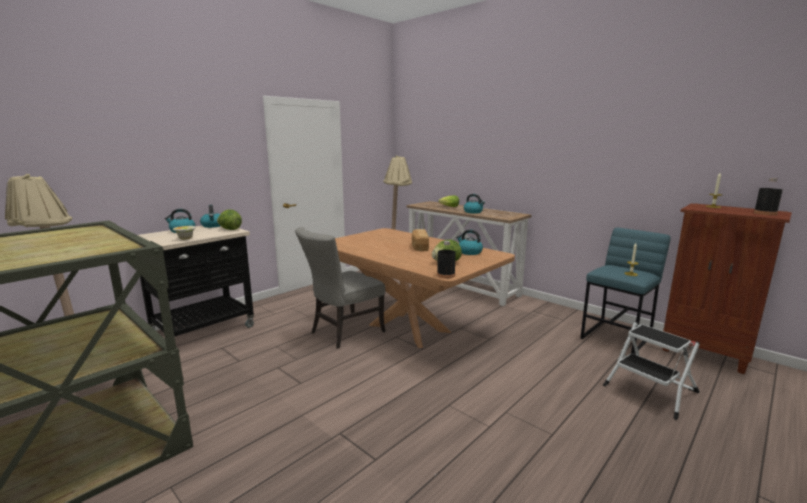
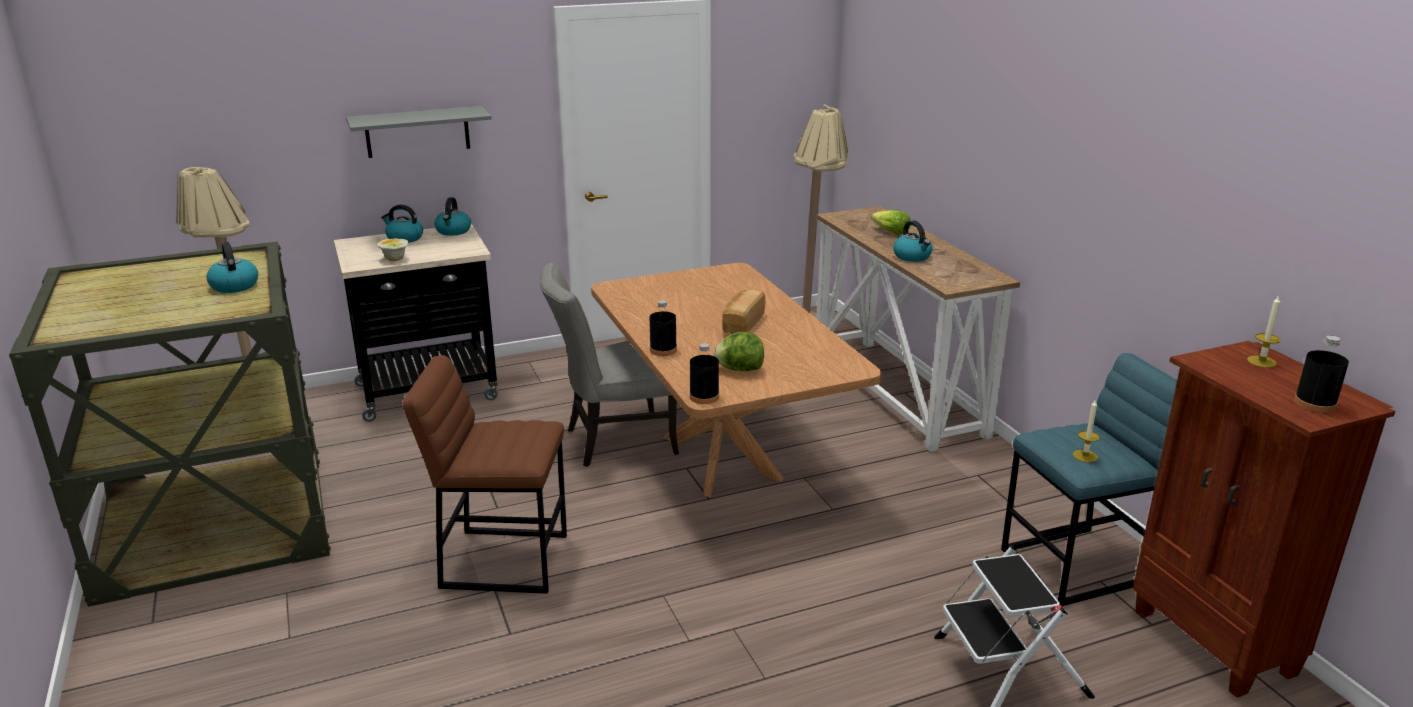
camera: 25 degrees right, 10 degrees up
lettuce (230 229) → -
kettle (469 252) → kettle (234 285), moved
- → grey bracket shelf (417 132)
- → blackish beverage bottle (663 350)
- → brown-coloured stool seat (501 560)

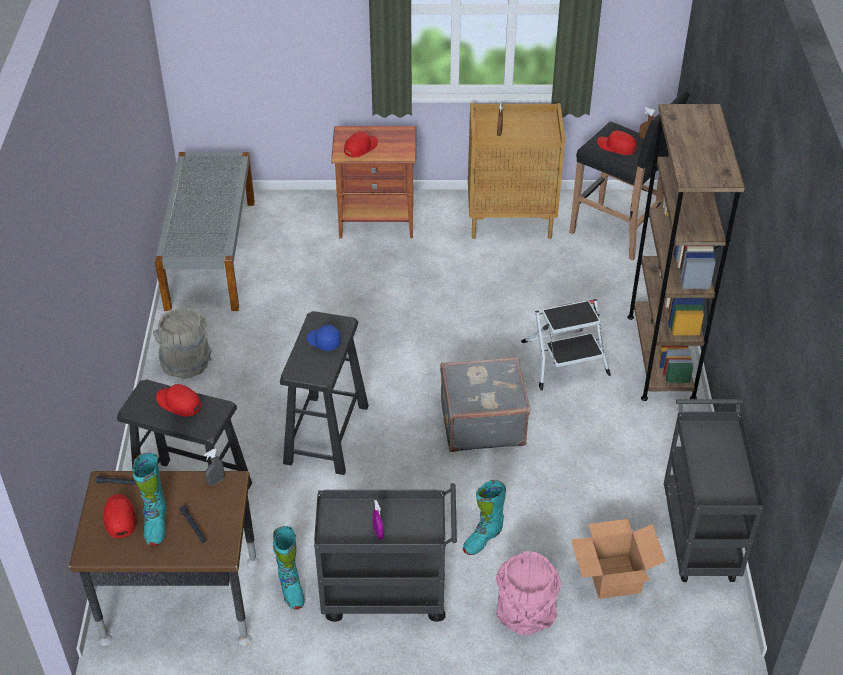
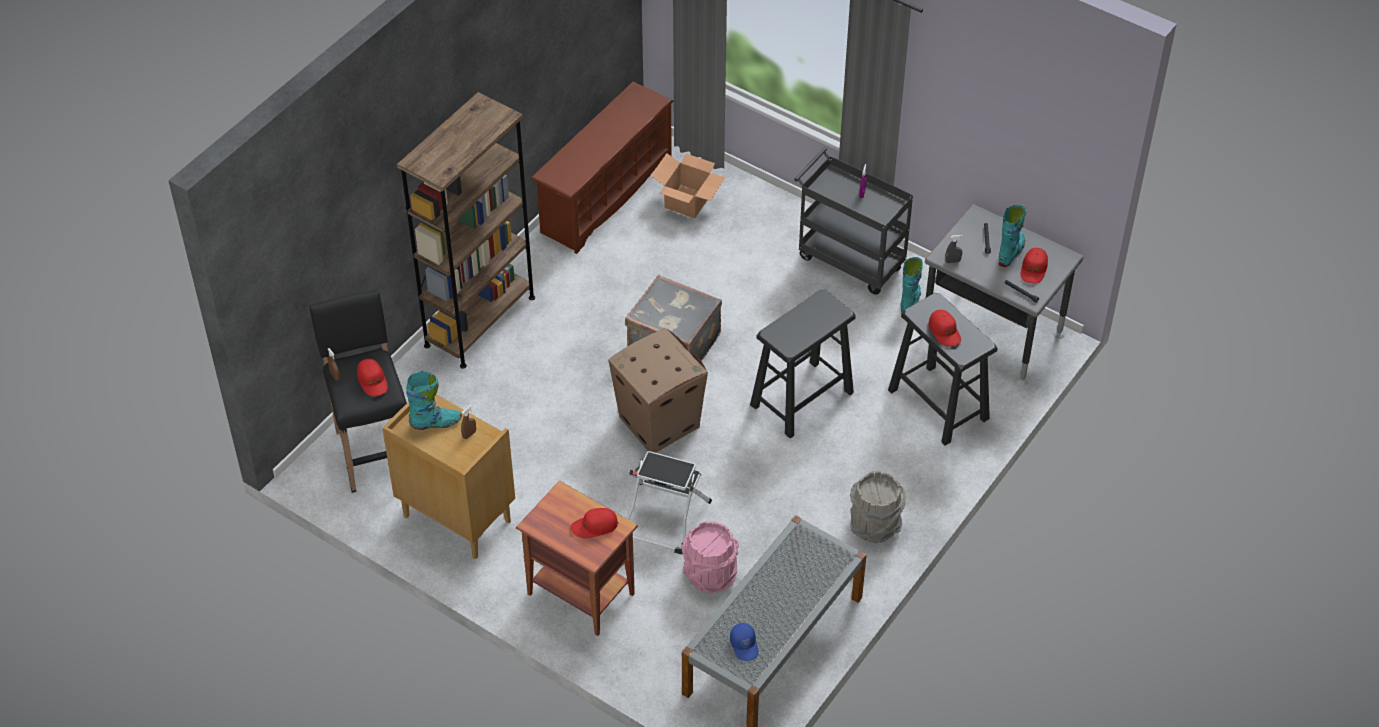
camera: 145 degrees left, 5 degrees up
step ladder (563 359) → step ladder (664 516), moved
blue cap (323 341) → blue cap (745 645), moved
grey trolley (698 536) → brown-coloured shoe stand (605 195)
brown-coloured desk unit (180 601) → grey desk unit (992 333)
turquoise-coloured boot (482 539) → turquoise-coloured boot (436 423), moved
pink-coloured bucket (525 614) → pink-coloured bucket (710 575), moved
- → cardboard box (658 421)

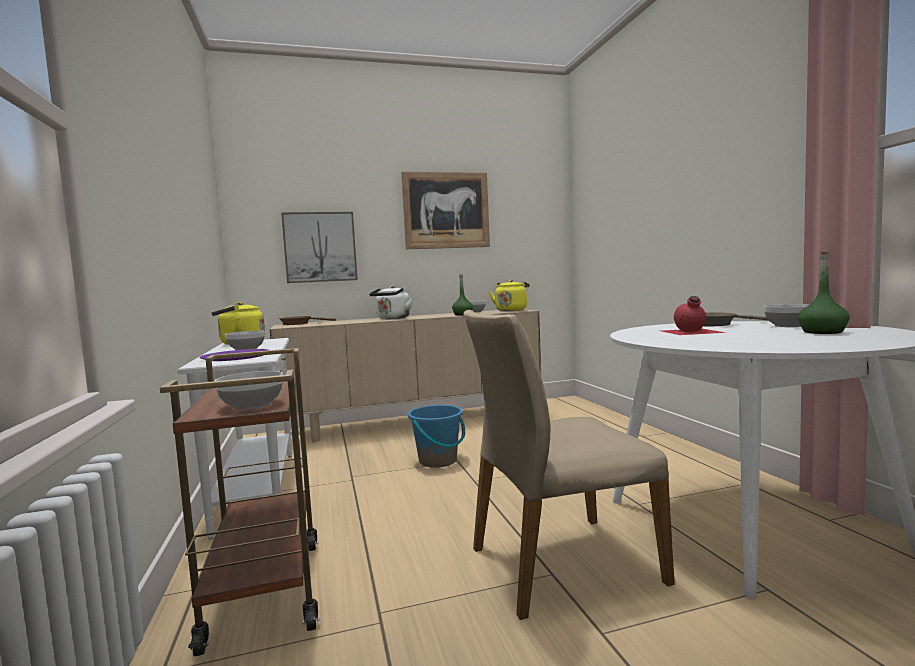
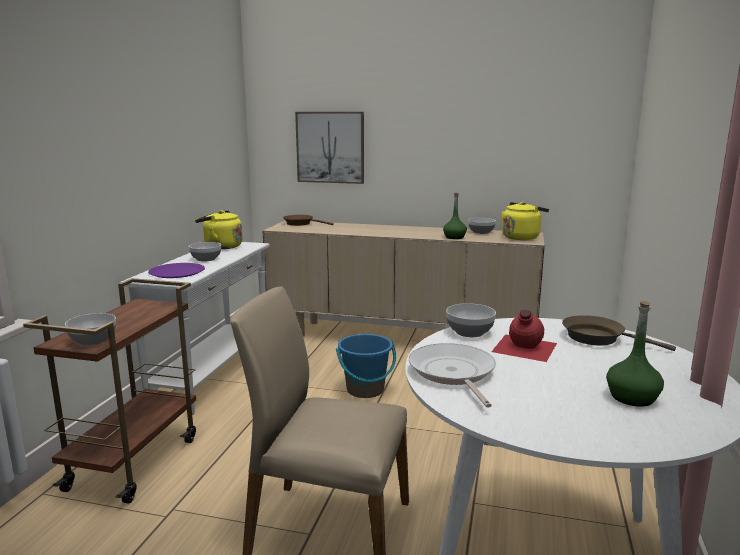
camera: 30 degrees right, 10 degrees up
wall art (446 210) → -
white kettle (392 318) → -
bowl (789 326) → bowl (469 332), moved
- → skillet (453 373)

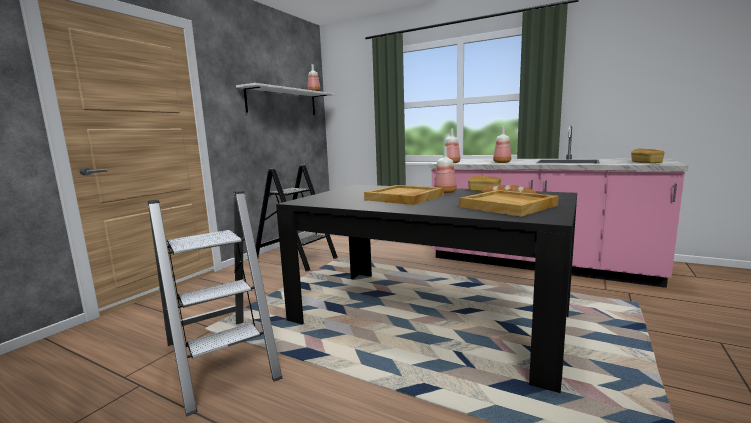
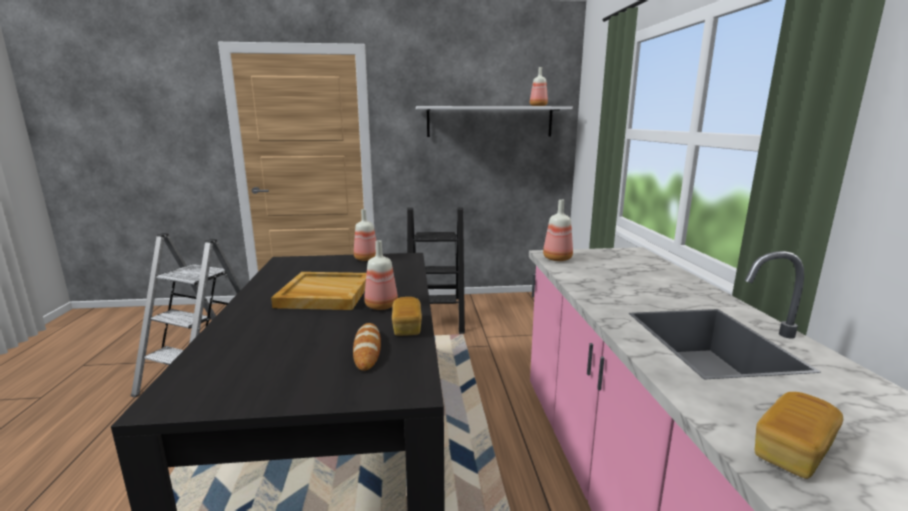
camera: 55 degrees right, 5 degrees up
beverage bottle (501 162) → beverage bottle (366 258), moved
sand-coloured serving tray (508 206) → -

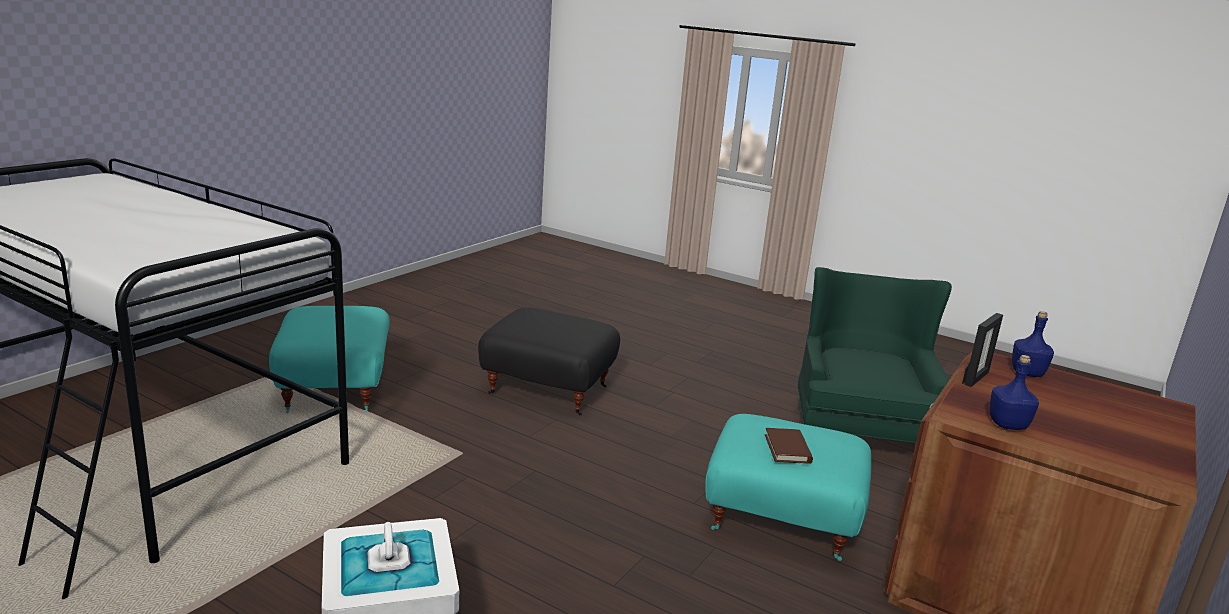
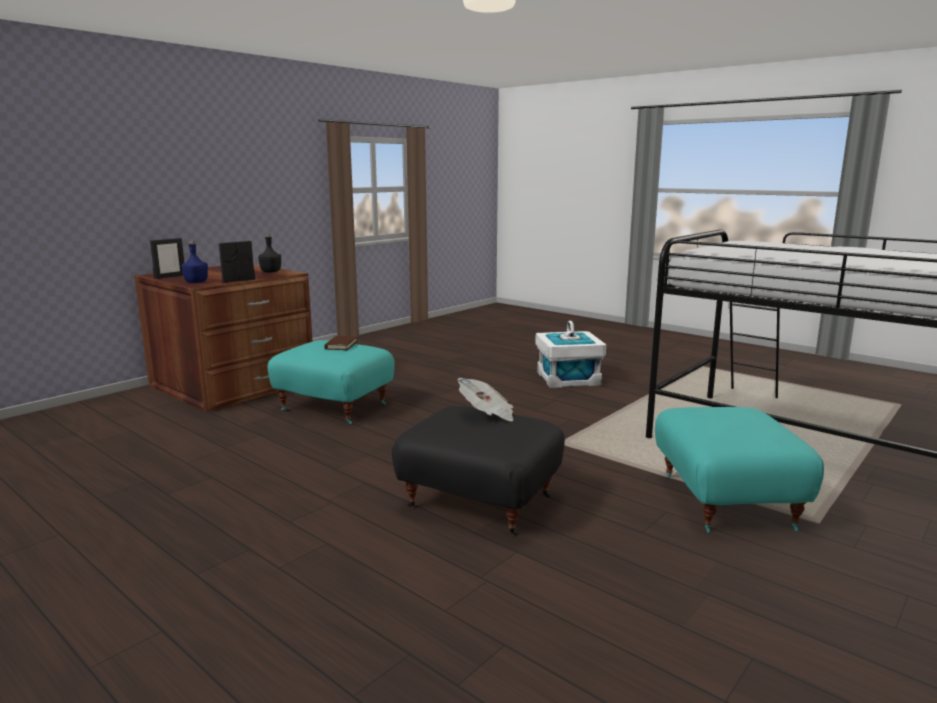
camera: 170 degrees left, 5 degrees down
green-coloured lounge chair (858 429) → -
blue beverage bottle (1008 425) → blackish beverage bottle (270 272)
- → picture frame (170 276)
- → printed paper (487 414)

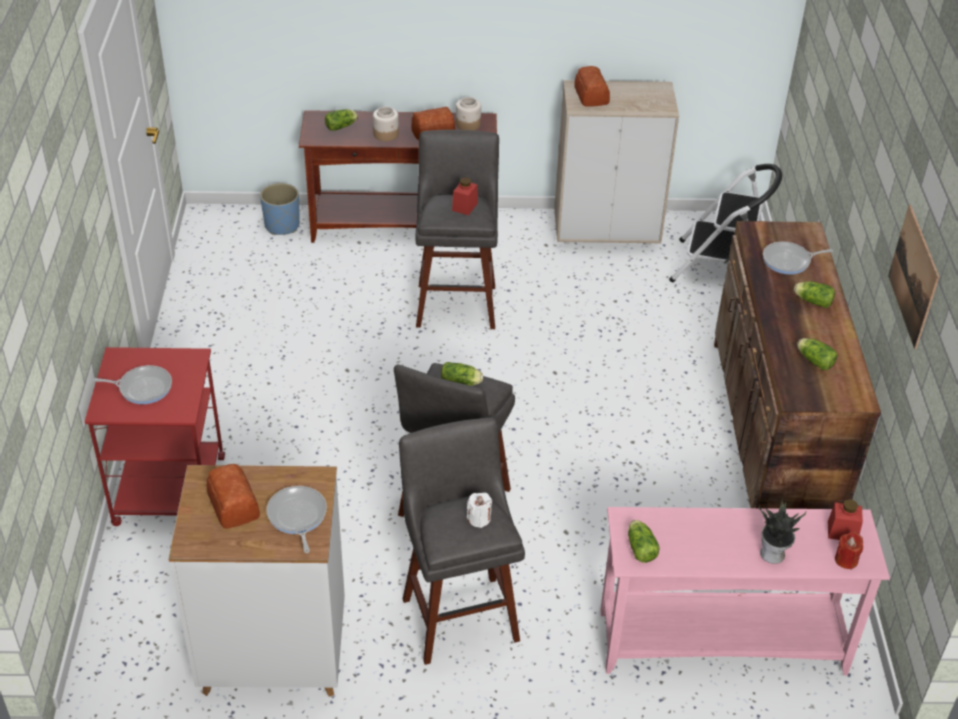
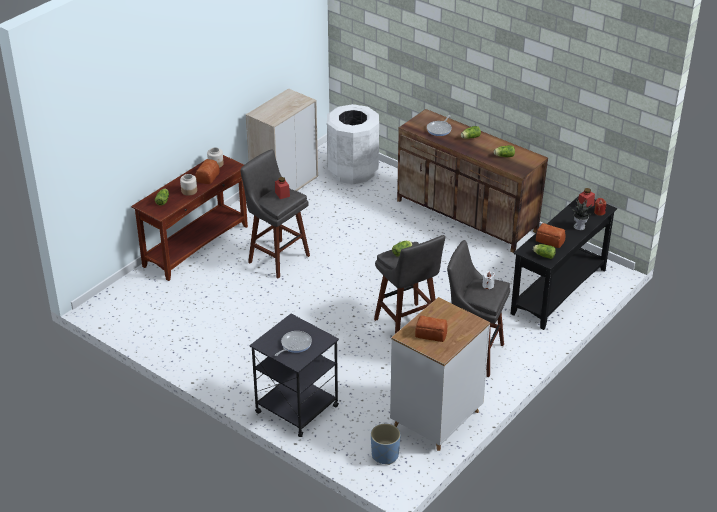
camera: 50 degrees left, 5 degrees down
bread (590 96) → bread (550 241), moved
step ladder (722 269) → white trash can (353 171)
blue flower pot (282 225) → blue flower pot (384 455), moved
wall art (913 276) → -
red-coloured trolley (169 488) → blackish trolley (296 408)
skillet (297 517) → -
pink-coloured console table (720 642) → blackish console table (559 292)

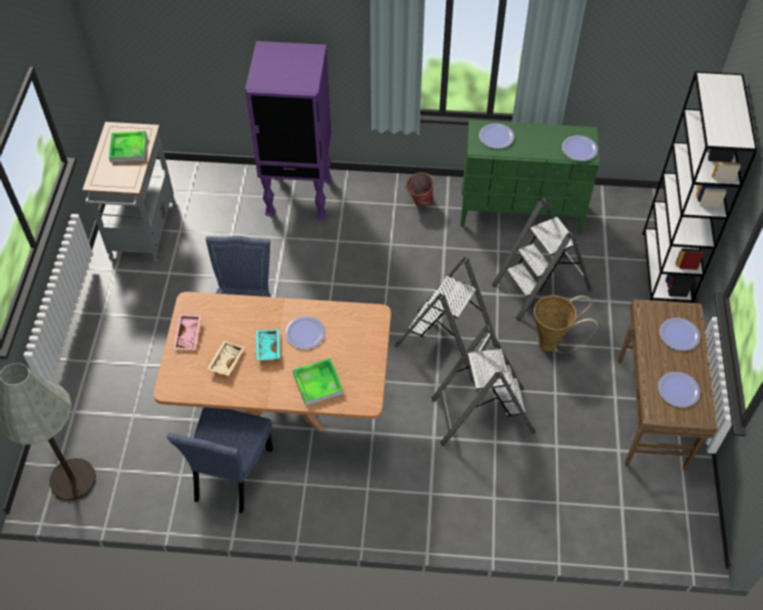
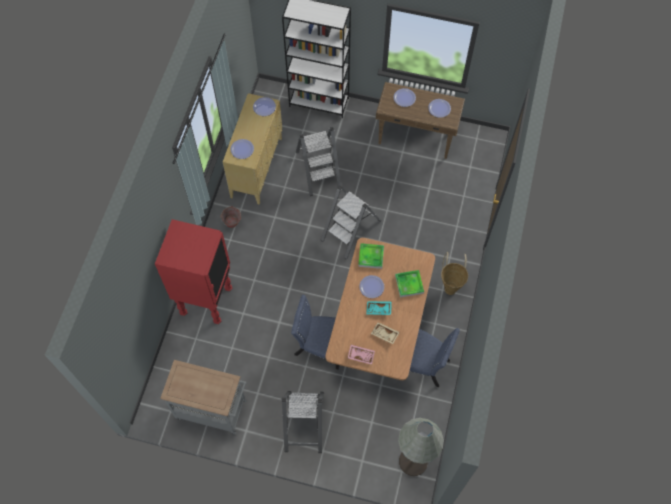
camera: 80 degrees left, 10 degrees up
purple cupboard (299 196) → red-coloured cupboard (207 299)
green-coloured drawer chest (521 214) → sand-coloured drawer chest (258 167)
serving tray (128 149) → serving tray (371 257), moved
household basket (552 344) → household basket (450 286), moved
grey step ladder (481 414) → grey step ladder (304 422), moved

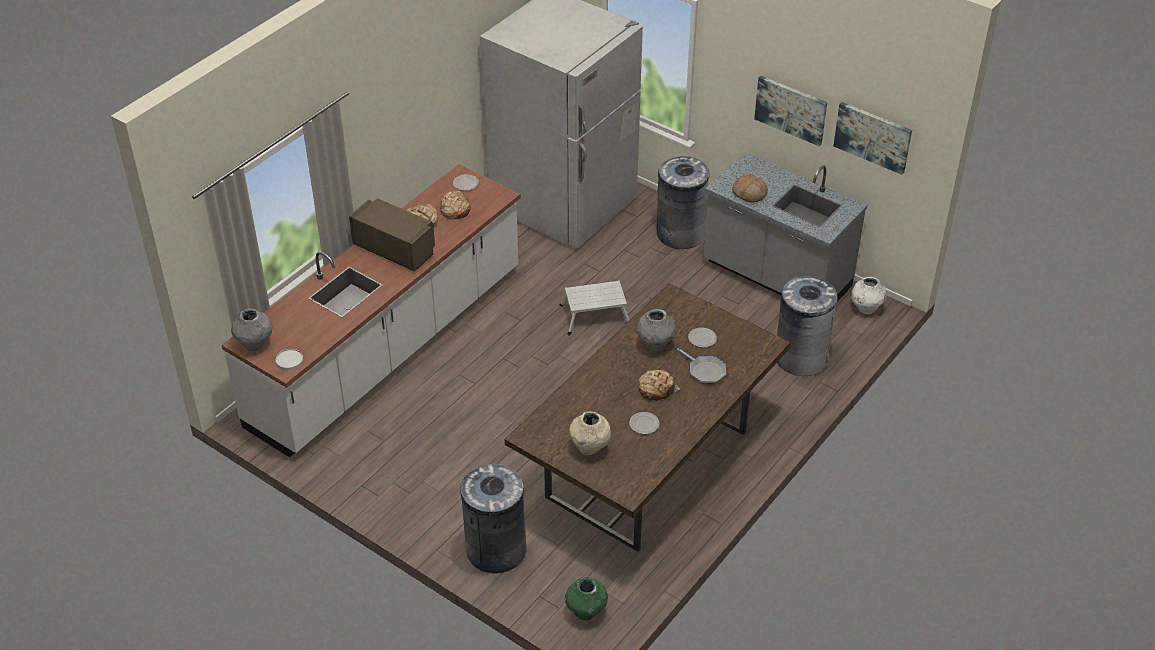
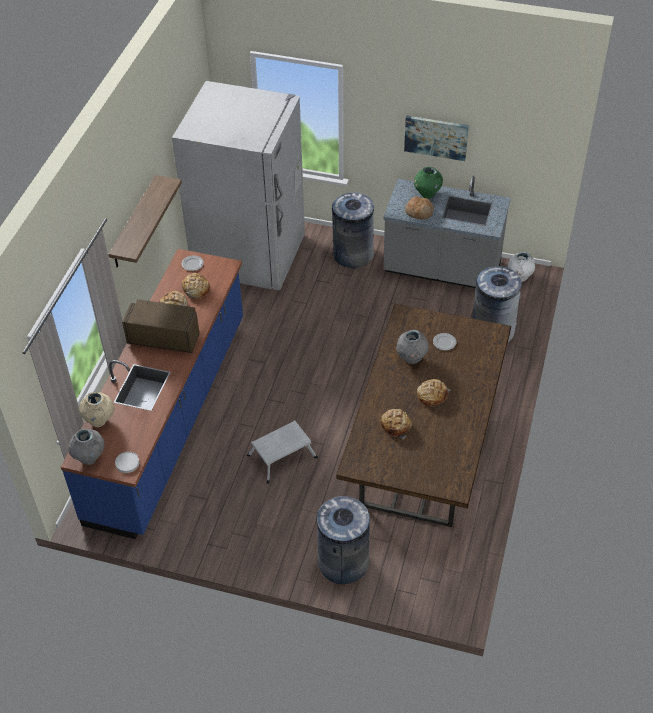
camera: 20 degrees left, 5 degrees up
wall art (873 137) → -
white kitchen base unit (388 347) → blue kitchen base unit (170 418)
white step ladder (595 315) → white step ladder (282 456), moved
skillet (705 371) → -
sand-coloured flower vase (589 448) → sand-coloured flower vase (99 420), moved
flat dish (644 424) → -
green-coloured flower vase (586 612) → green-coloured flower vase (427 194), moved
- → bracket shelf (134 223)
- → bread (396 426)

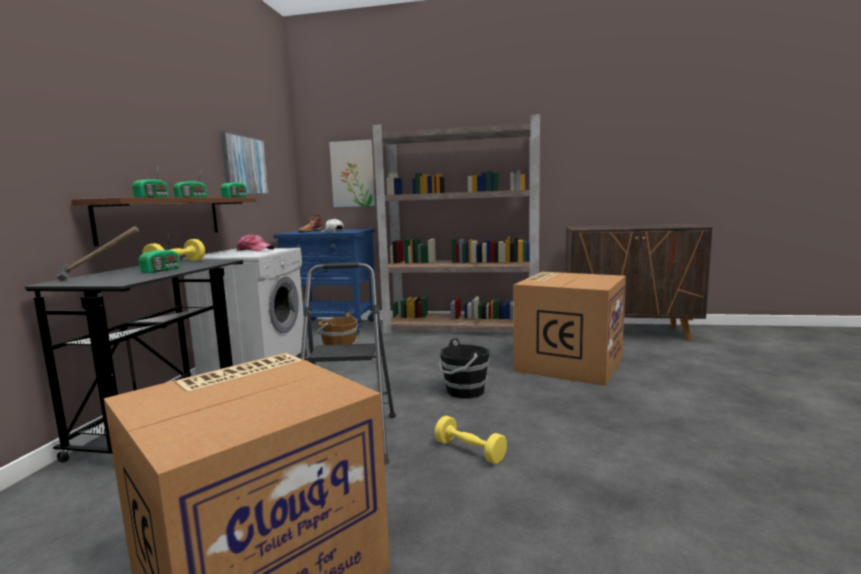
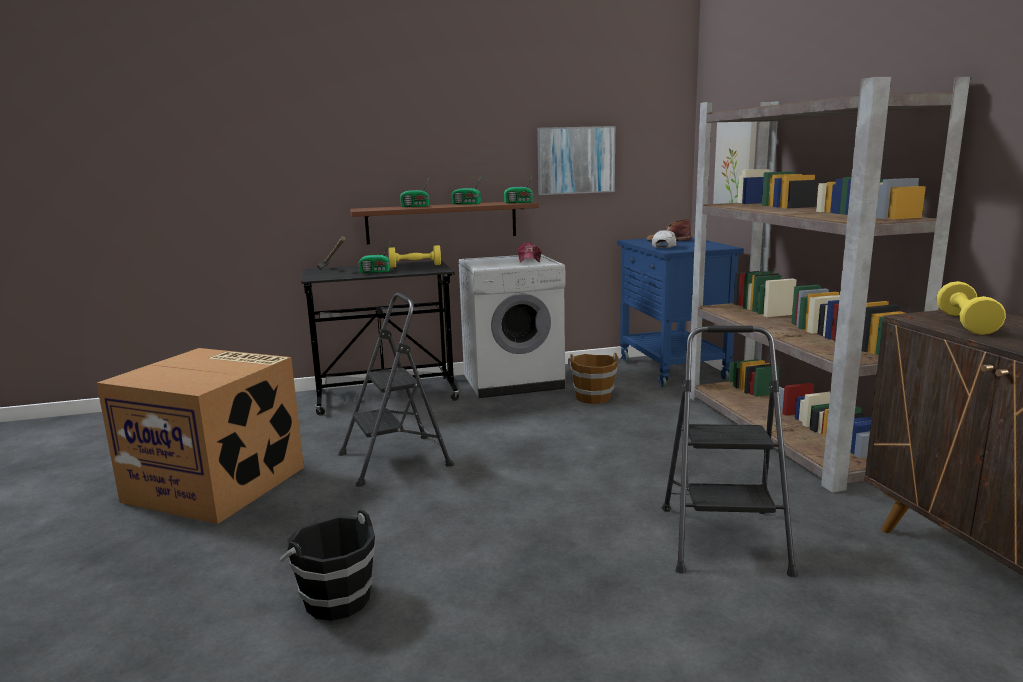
camera: 65 degrees right, 5 degrees up
cardboard box (568 363) → blackish step ladder (723 536)
blackish bucket (464 391) → blackish bucket (335 599), moved
yellow hand weight (469 451) → yellow hand weight (966 324), moved

